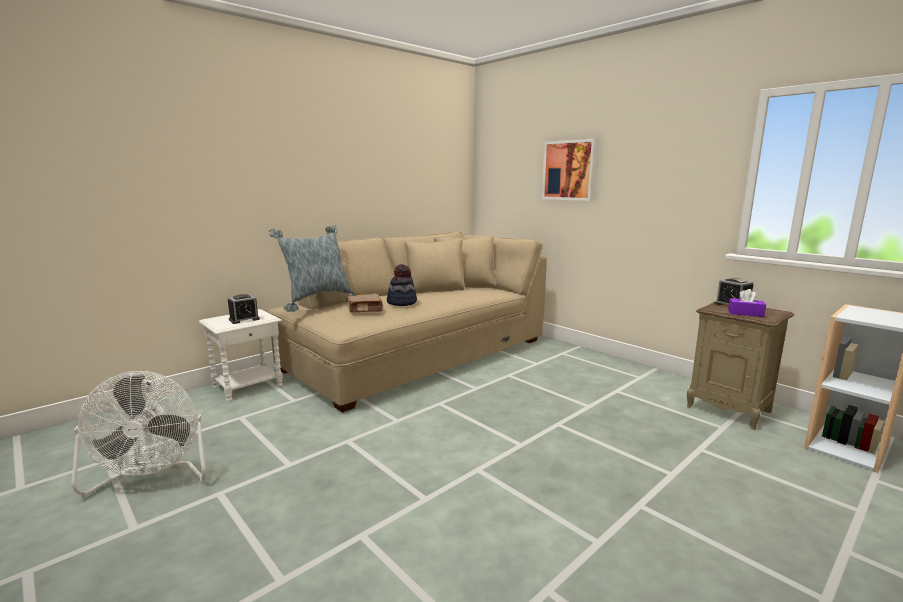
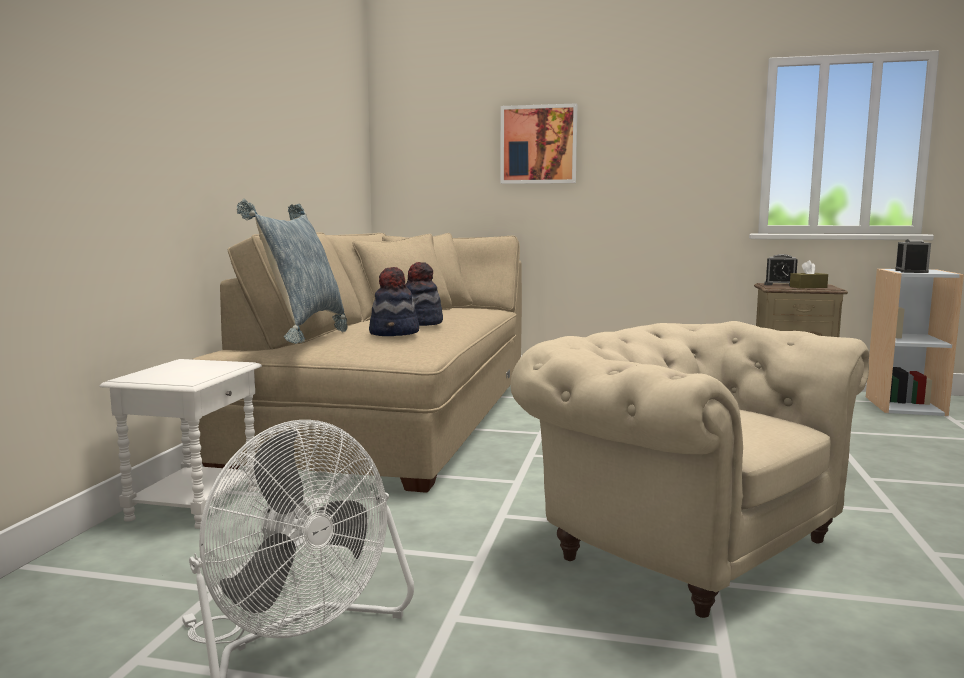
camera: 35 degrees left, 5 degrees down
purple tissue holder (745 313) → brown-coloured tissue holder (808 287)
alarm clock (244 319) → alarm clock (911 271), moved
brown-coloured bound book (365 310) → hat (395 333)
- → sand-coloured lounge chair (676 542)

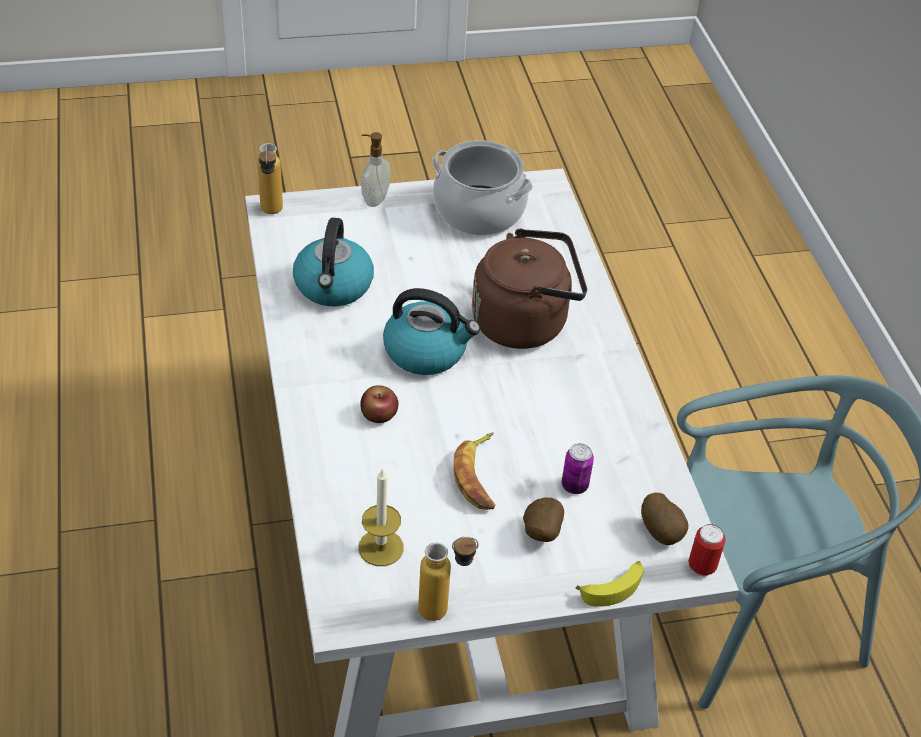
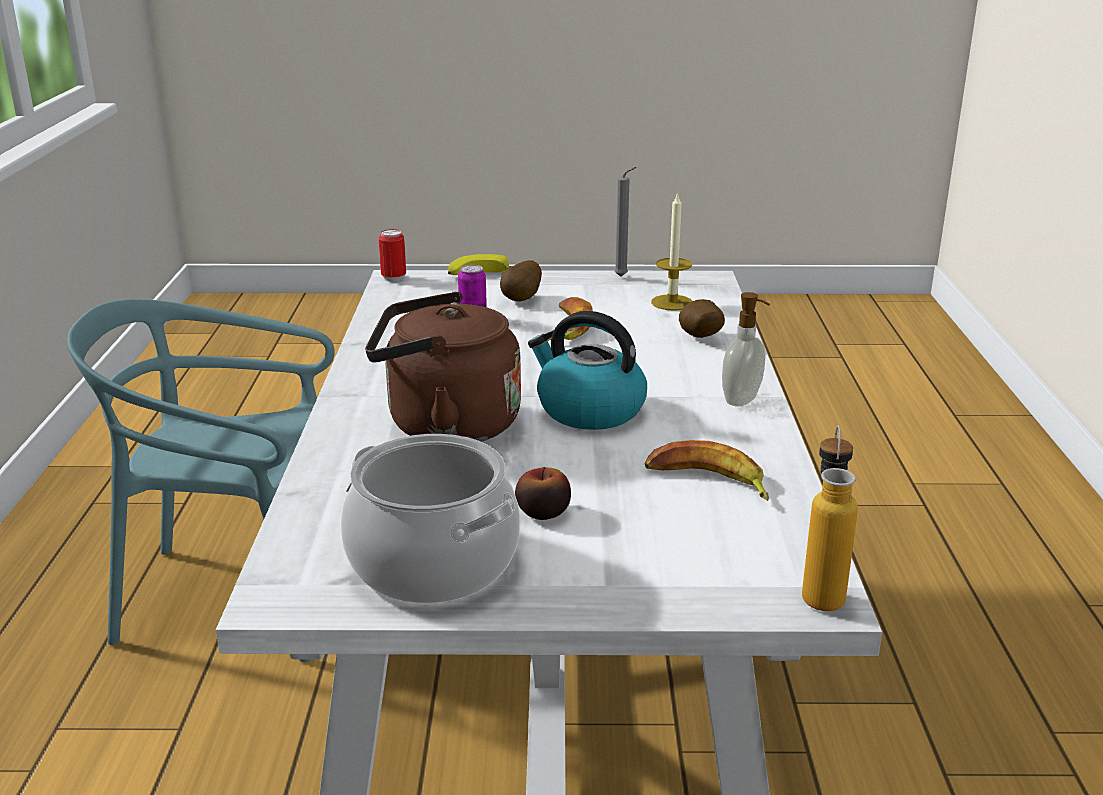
camera: 165 degrees left, 20 degrees down
soap dispenser (374 199) → soap dispenser (742 400), moved
kettle (333 286) → banana (707 481)
whole apple (379 414) → whole apple (543 512), moved
potato (662 532) → potato (699 338), moved
beverage bottle (445 609) → grey wax light (623 276)

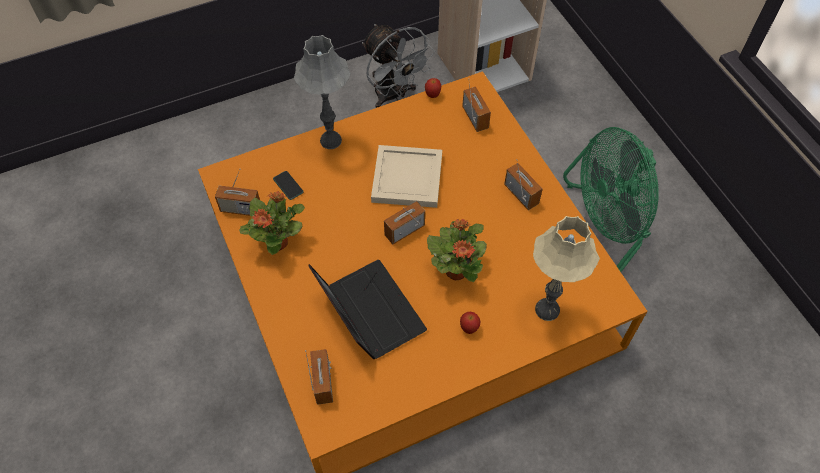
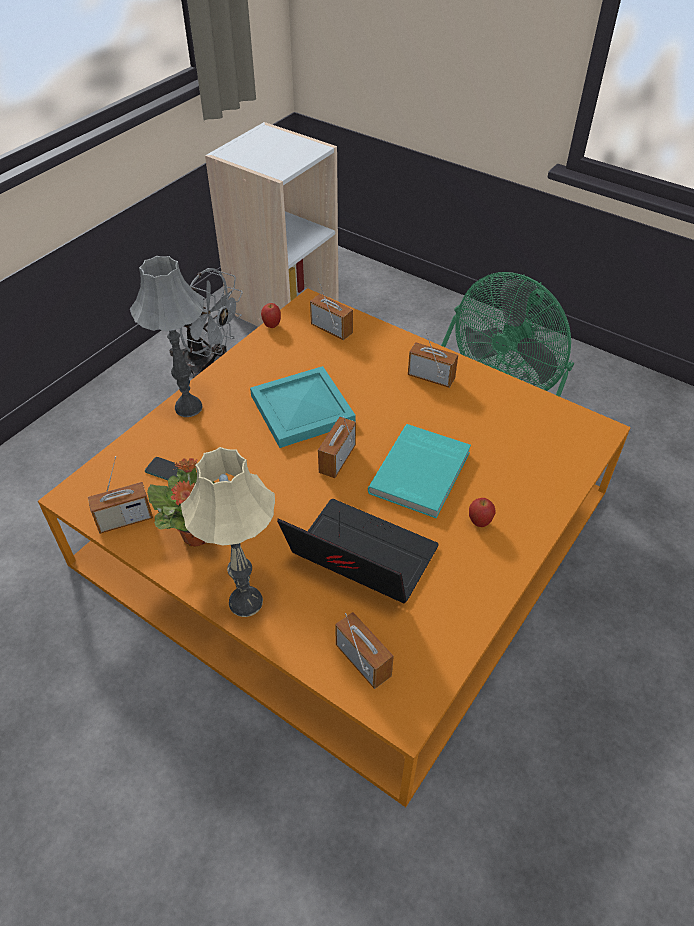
camera: 30 degrees left, 10 degrees down
sand-coloured serving tray (408 179) → turquoise-coloured serving tray (304 410)
sand-coloured table lamp (547 310) → sand-coloured table lamp (246 602), moved
potted plant (456 270) → turquoise-coloured bound book (422 473)

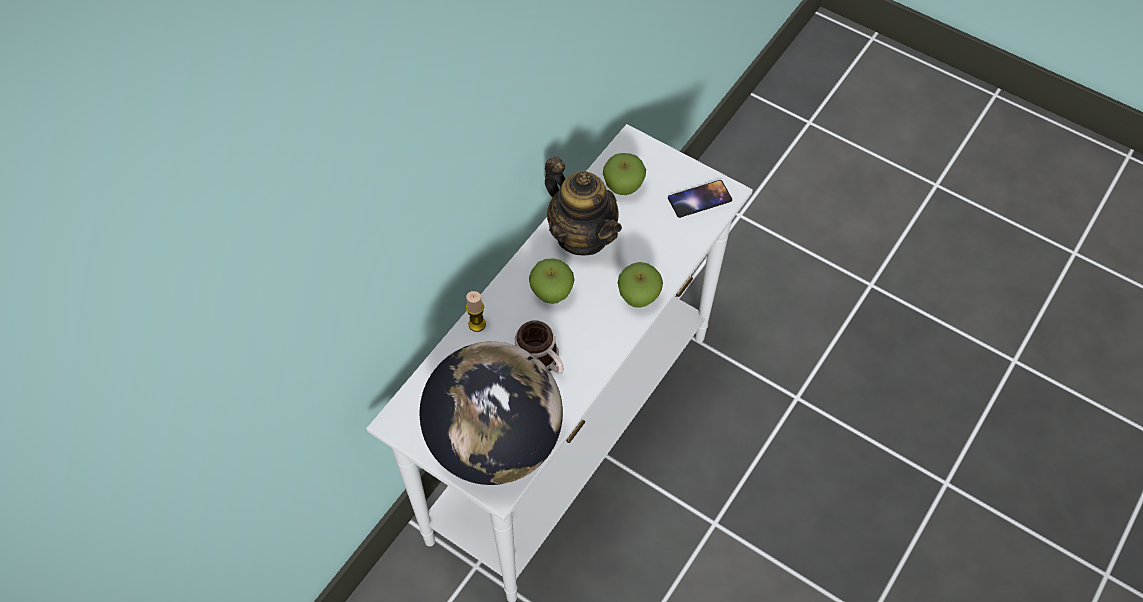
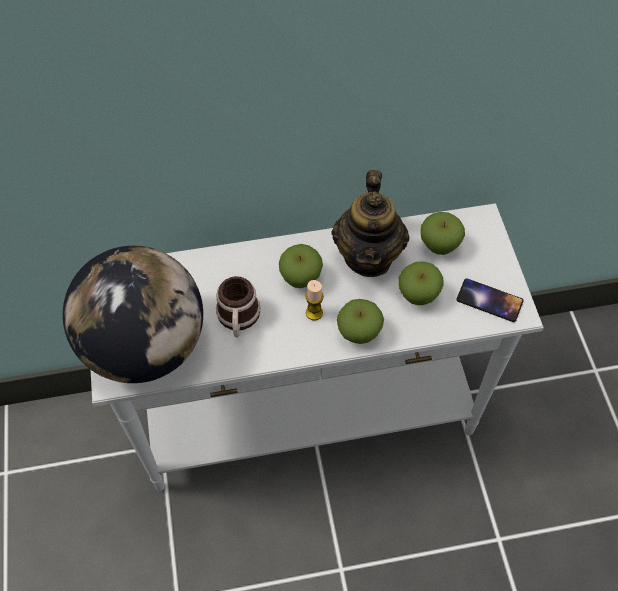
camera: 45 degrees right, 0 degrees up
wax light (477 324) → wax light (314 313), moved
- → whole apple (418 295)

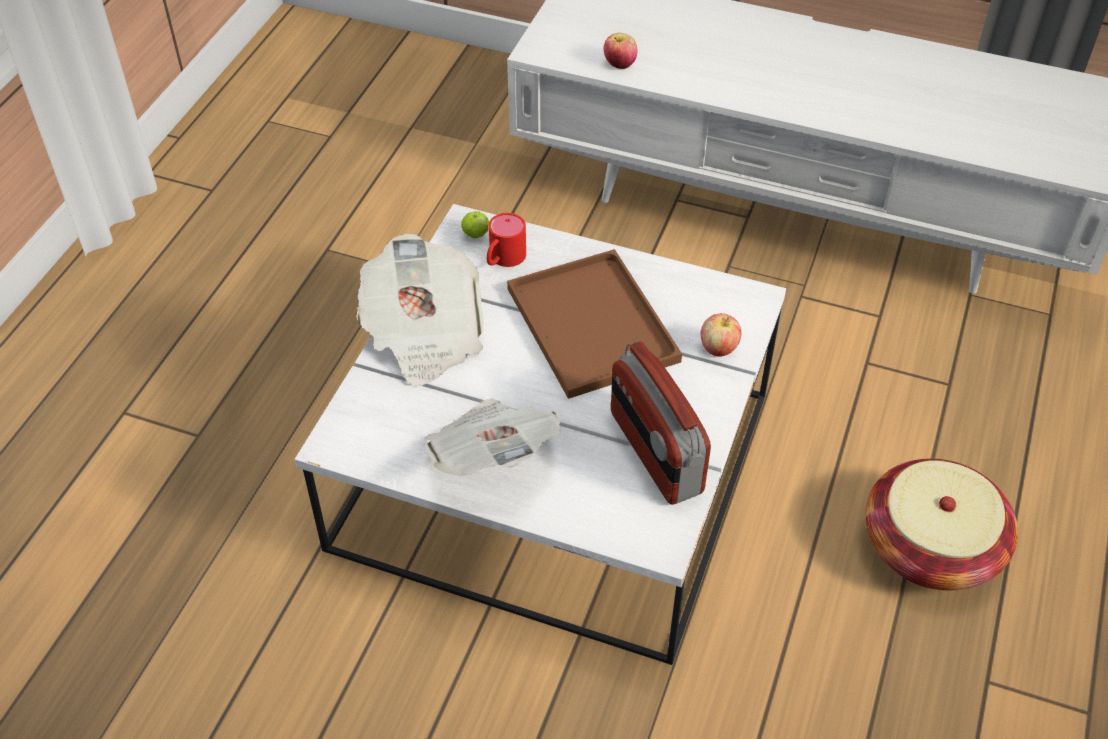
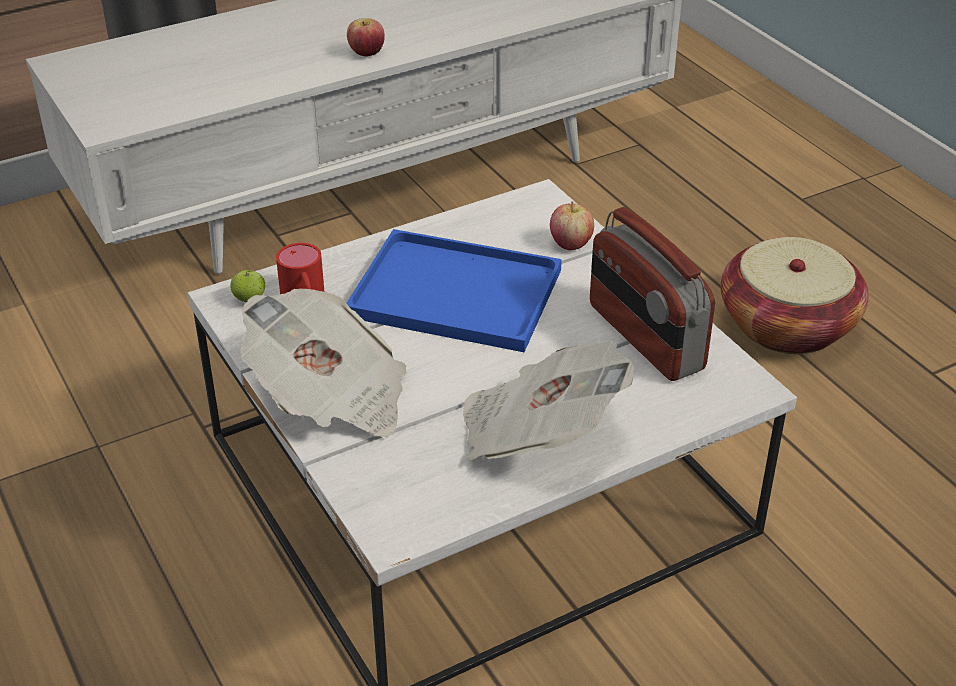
camera: 50 degrees left, 10 degrees down
whole apple (619 64) → whole apple (366 53), moved
brown-coloured serving tray (595 326) → blue serving tray (460 292)
radio receiver (654 453) → radio receiver (644 338), 45 degrees clockwise

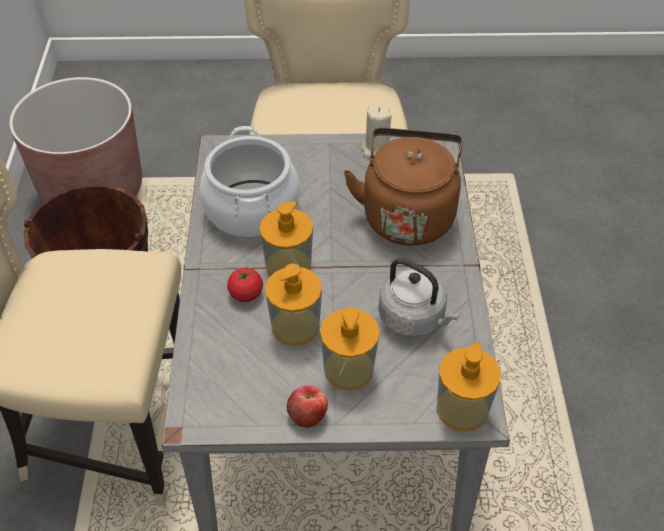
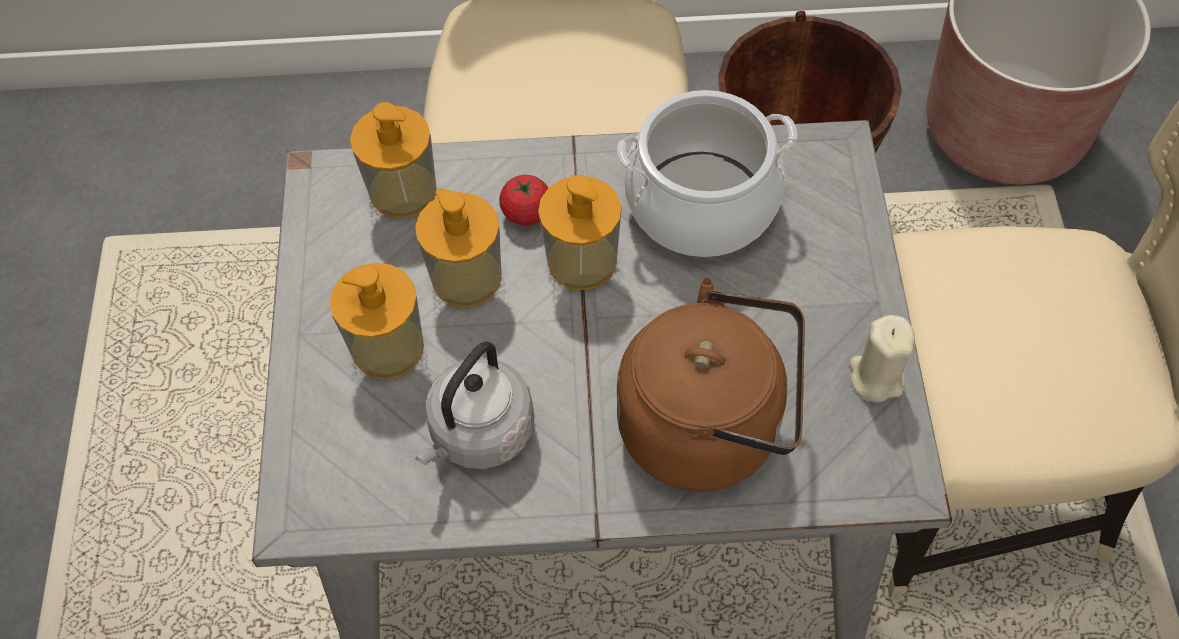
camera: 90 degrees right, 10 degrees up
soap dispenser (462 409) → soap dispenser (403 190), moved
whole apple (307 415) → -

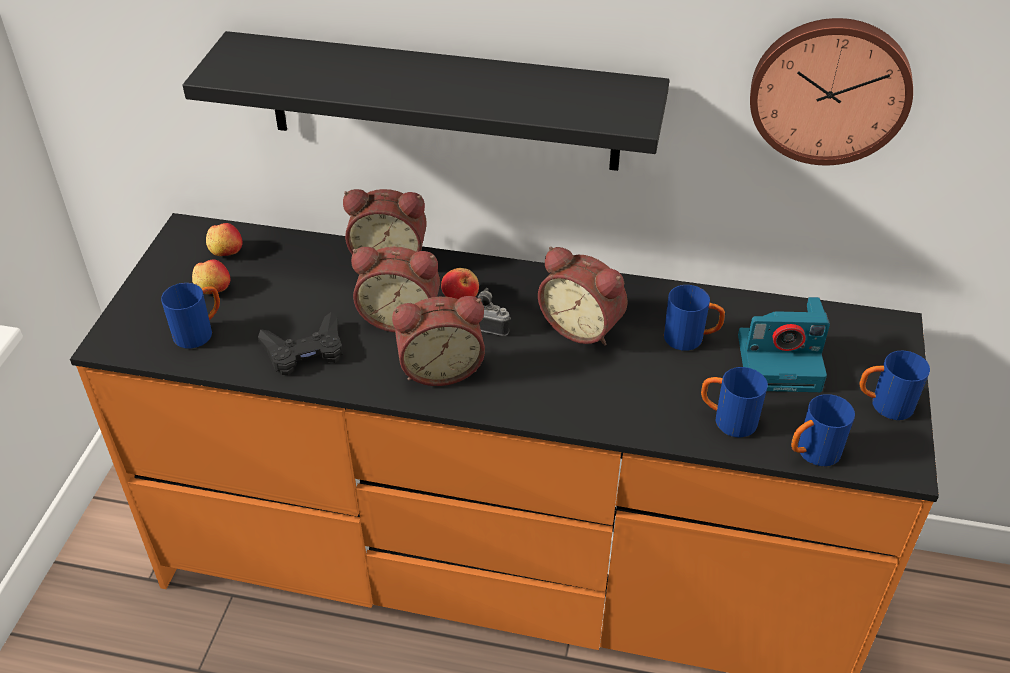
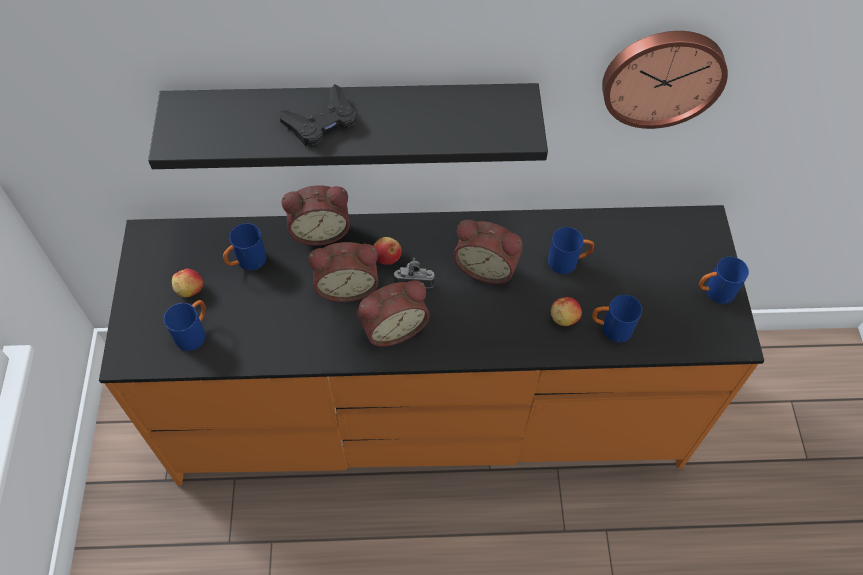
camera: 15 degrees left, 15 degrees up
whole apple (226 252) → whole apple (564 318), moved
still camera (781 362) → -
blackish joypad (305 351) → blackish joypad (322 123), moved
blue tea mug (812 454) → blue tea mug (246 262), moved

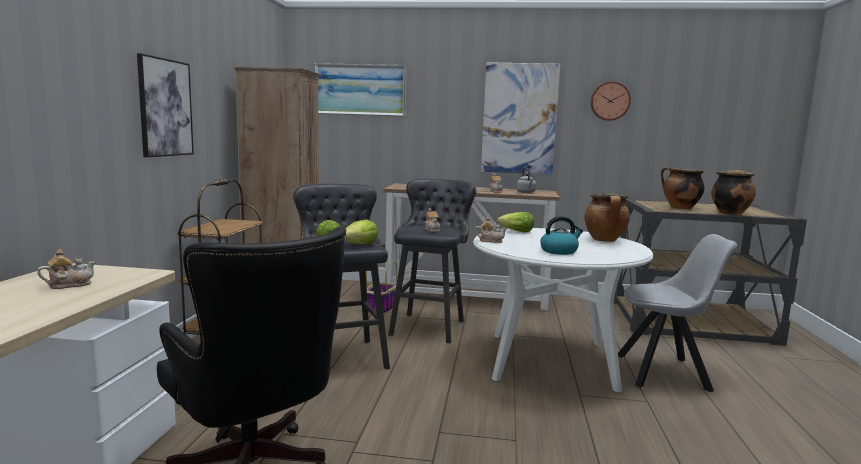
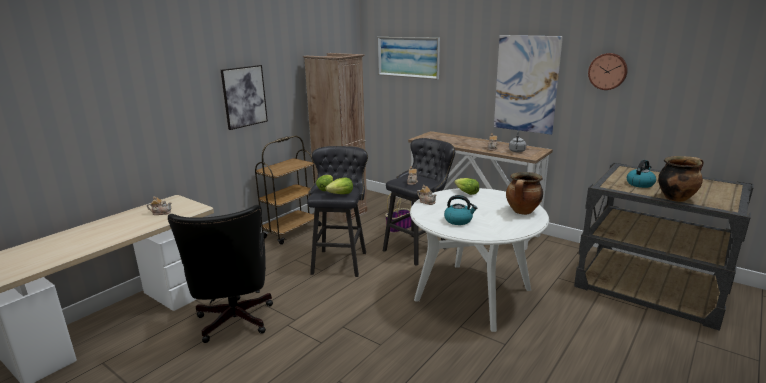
camera: 30 degrees right, 10 degrees up
cooking pot (679 208) → kettle (640 184)
grey upright chair (664 372) → -

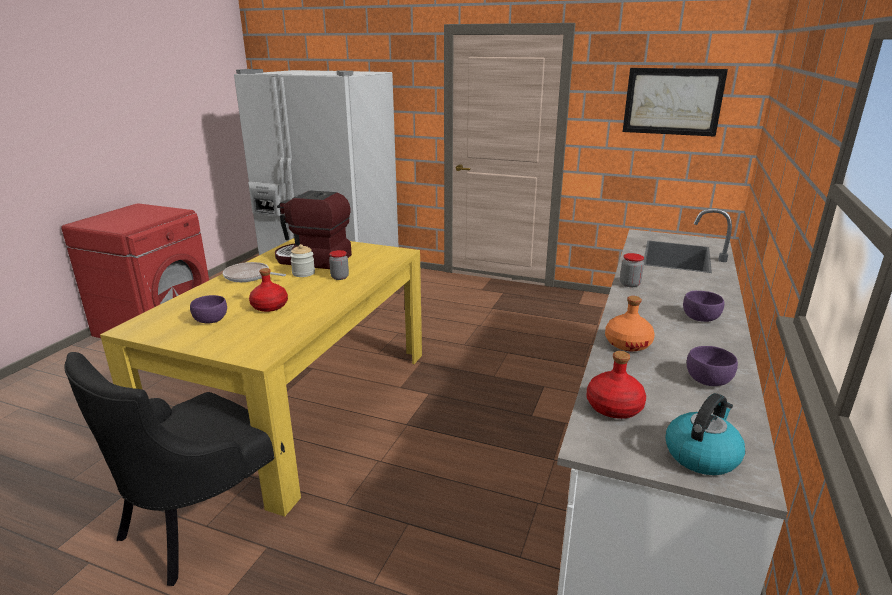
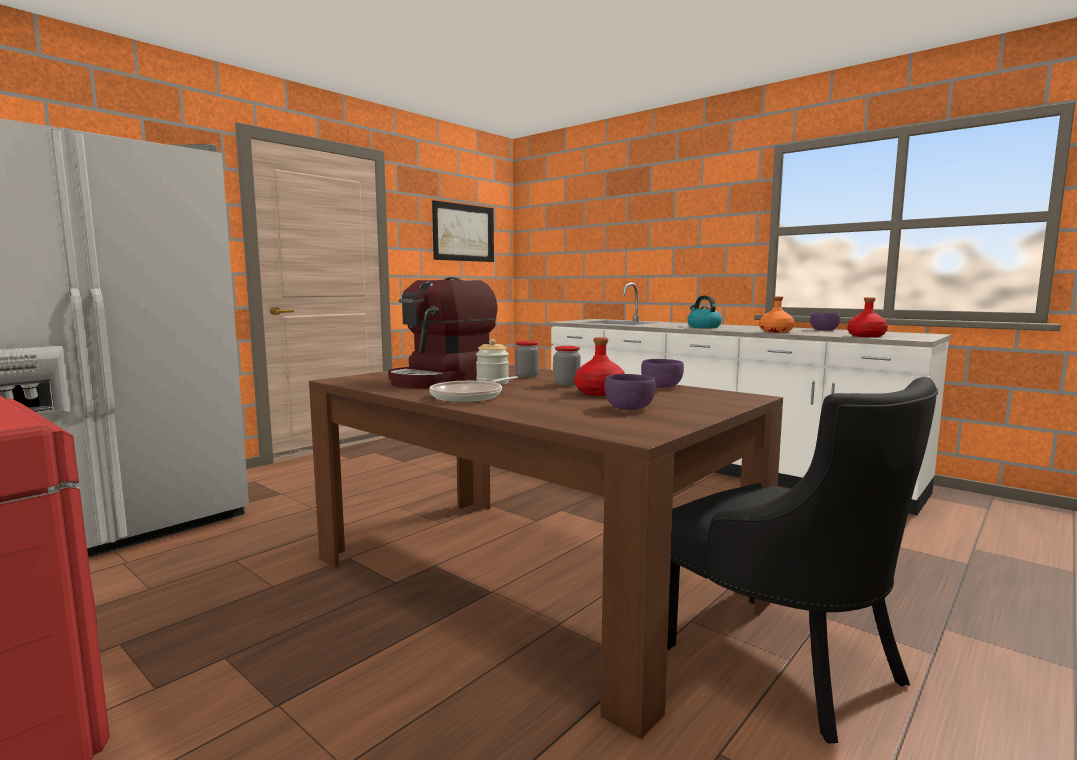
camera: 70 degrees left, 15 degrees down
yellow dining table (301 403) → brown-coloured dining table (528 579)
storage jar (629 284) → storage jar (567 384), moved
purple bowl (701 318) → purple bowl (661 386), moved
kettle (701 455) → kettle (703 327), moved

